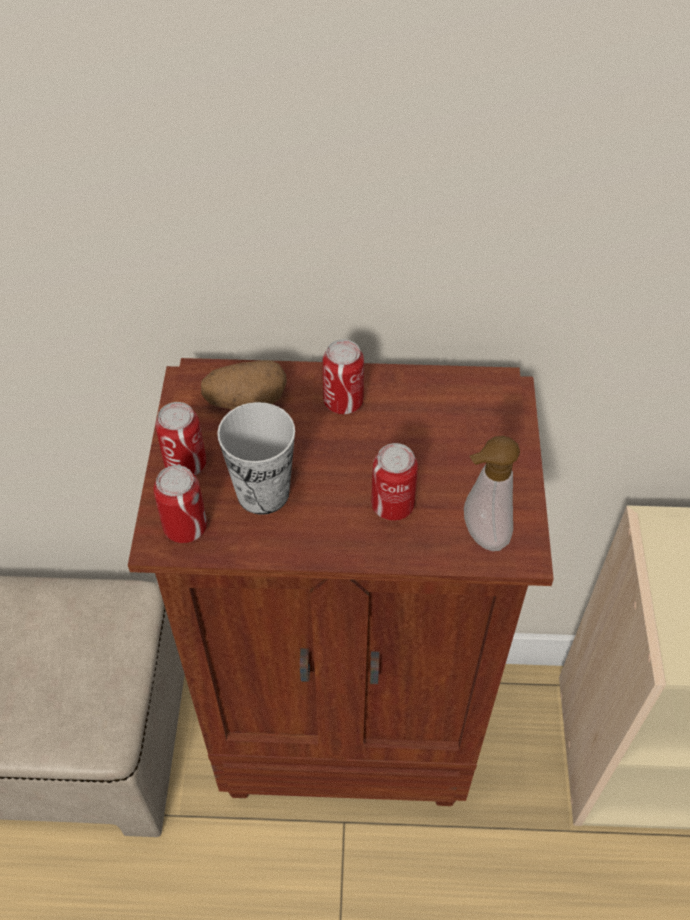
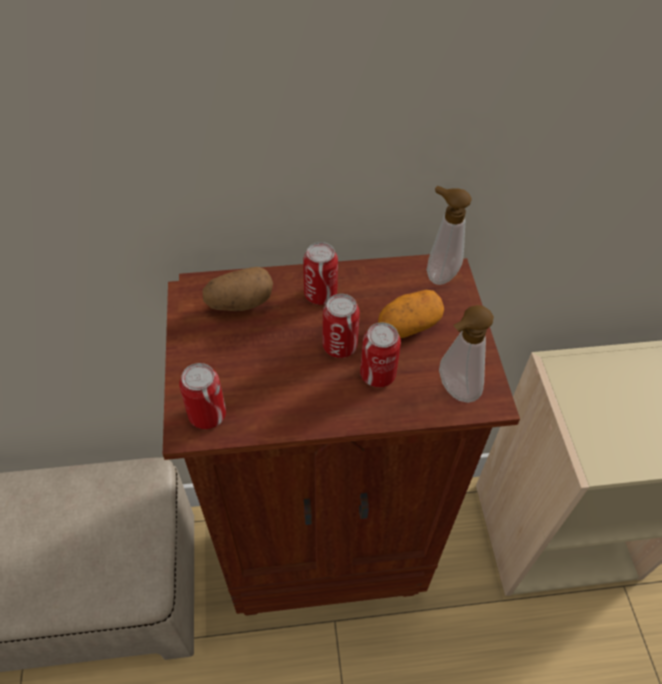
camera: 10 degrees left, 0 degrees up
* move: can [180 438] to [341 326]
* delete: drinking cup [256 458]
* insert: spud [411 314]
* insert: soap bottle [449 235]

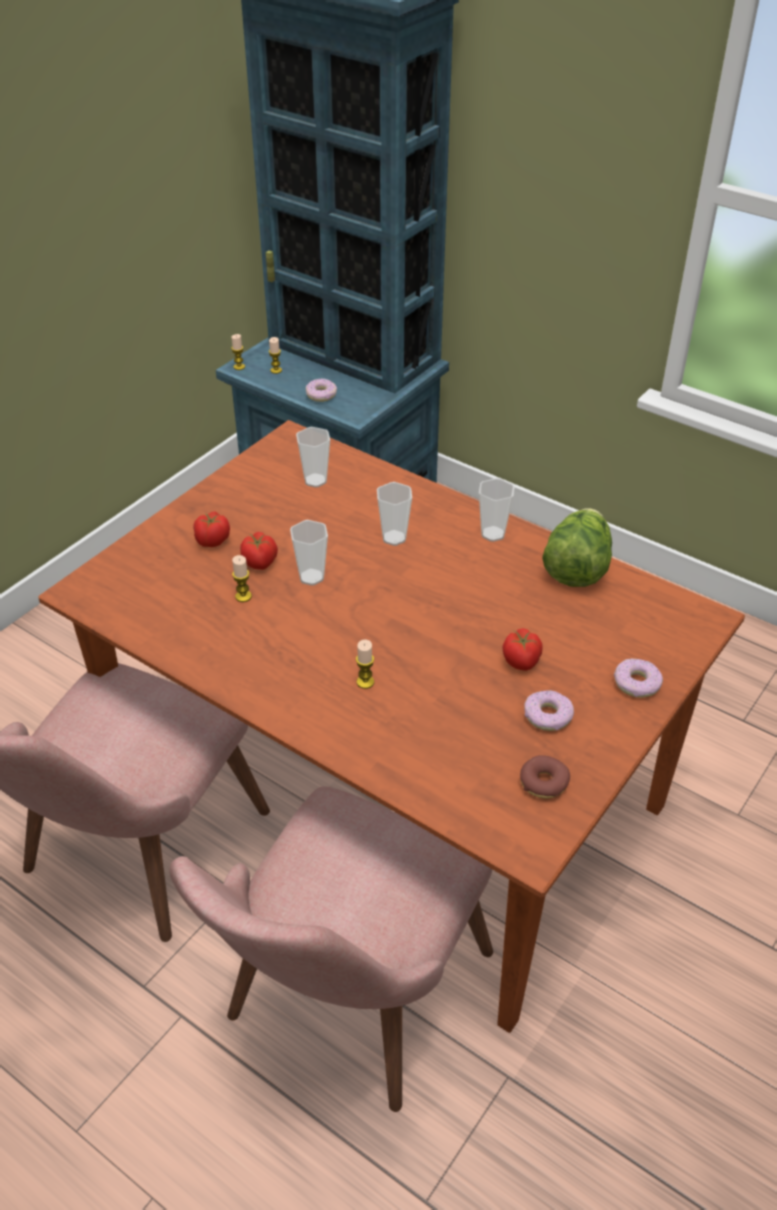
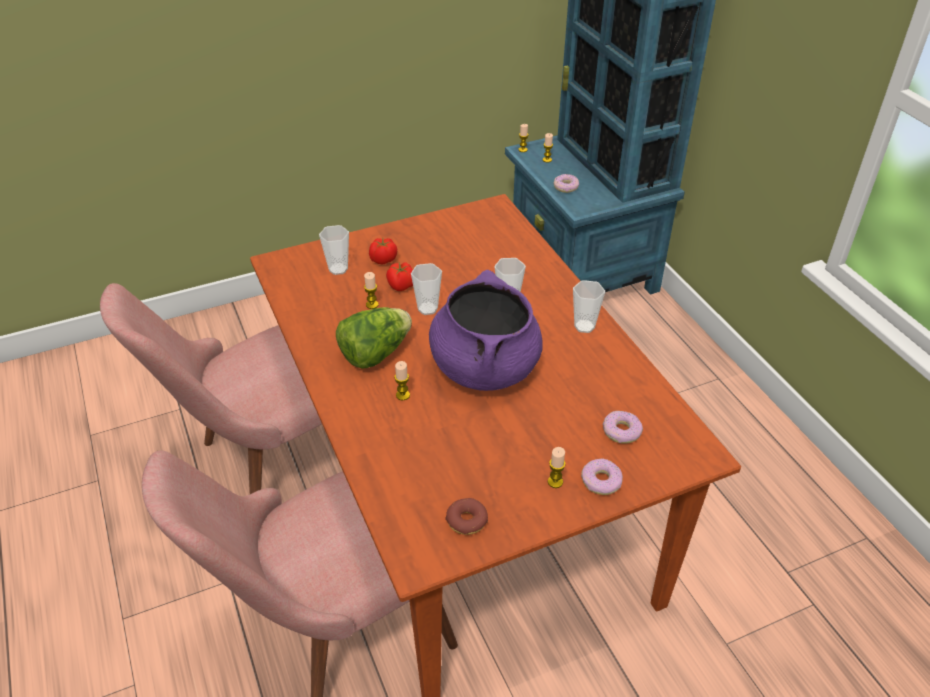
camera: 30 degrees right, 0 degrees up
* move: drinking cup [313 457] to [334 250]
* delete: tomato [522 649]
* move: ring doughnut [549 710] to [623 427]
* move: head of lettuce [577 547] to [374 338]
* insert: purplish saucepot [486 330]
* insert: candle [557 467]

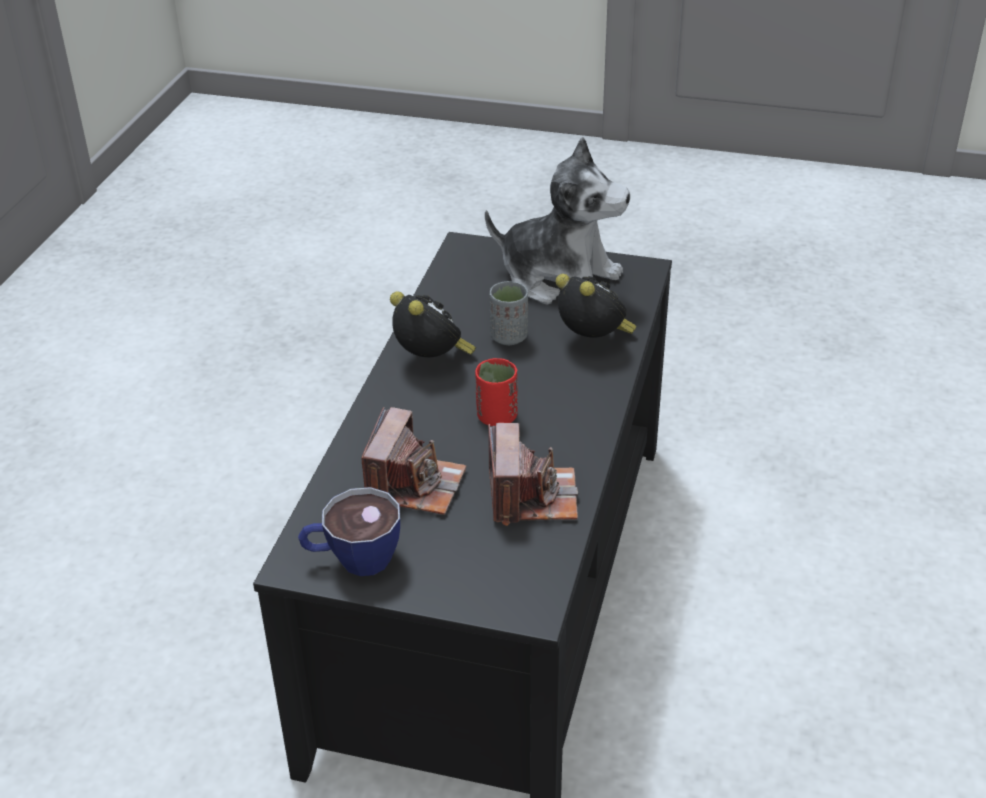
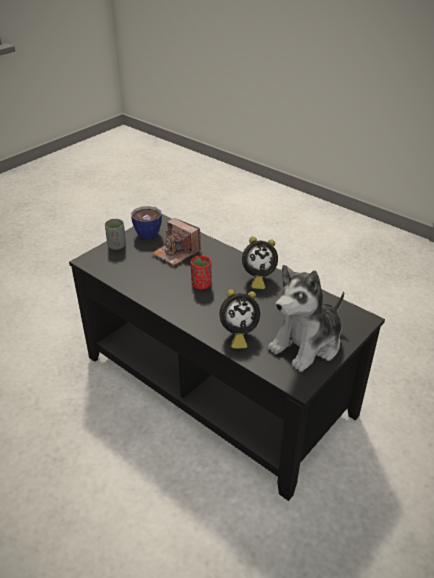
camera: 115 degrees right, 0 degrees up
* delete: photo camera [533 474]
* move: gray drinking cup [509 313] to [115 234]

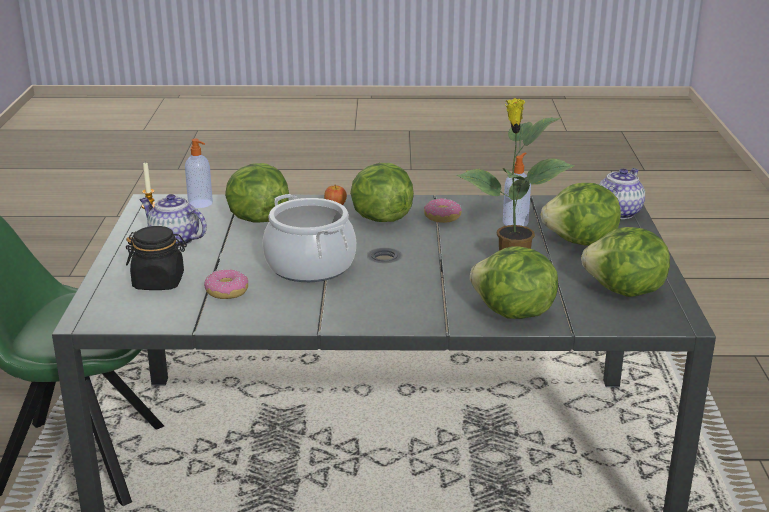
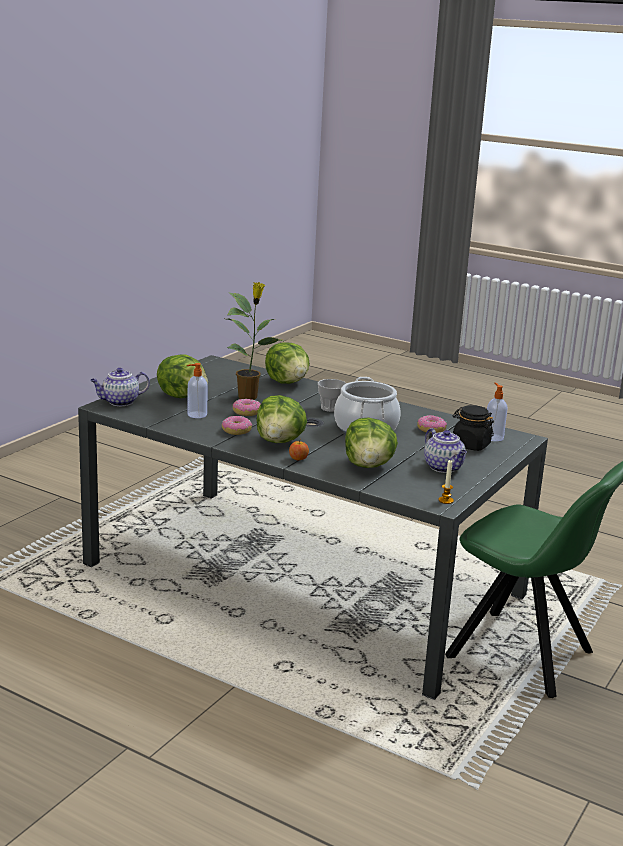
camera: 150 degrees left, 5 degrees down
* move: soap bottle [199 173] to [497 412]
* delete: head of lettuce [625 262]
* insert: ring doughnut [247 407]
* insert: drinking cup [332 395]

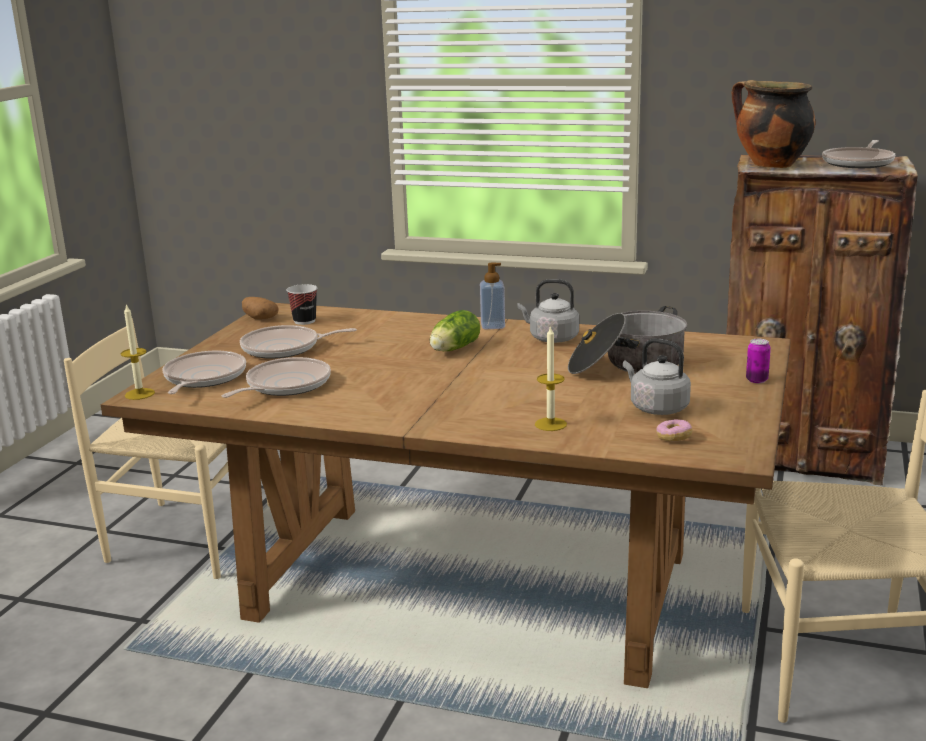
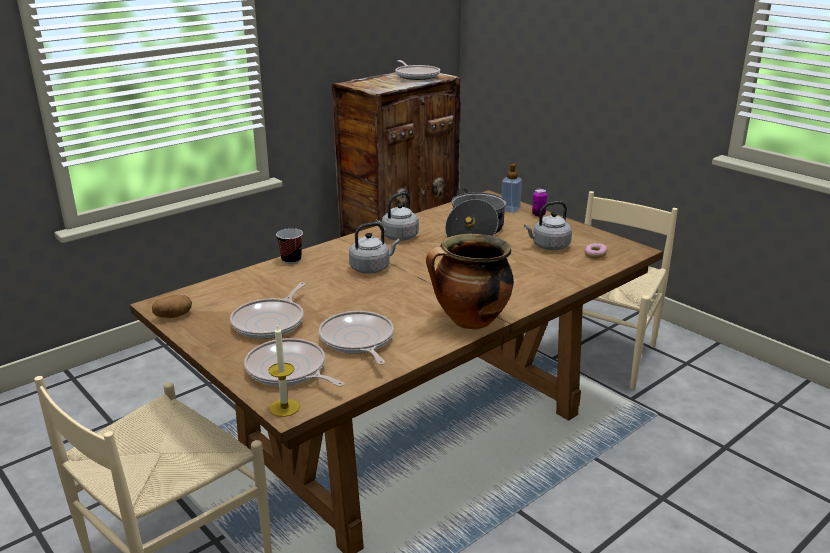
camera: 60 degrees left, 5 degrees up
* move: drinking cup [301 304] to [289 246]
* replace: head of lettuce [455 330] to gray tea kettle [374 248]
* move: soap bottle [492 296] to [511 188]
* delete: candle [551 378]
* move: saucepot [773 124] to [470 281]

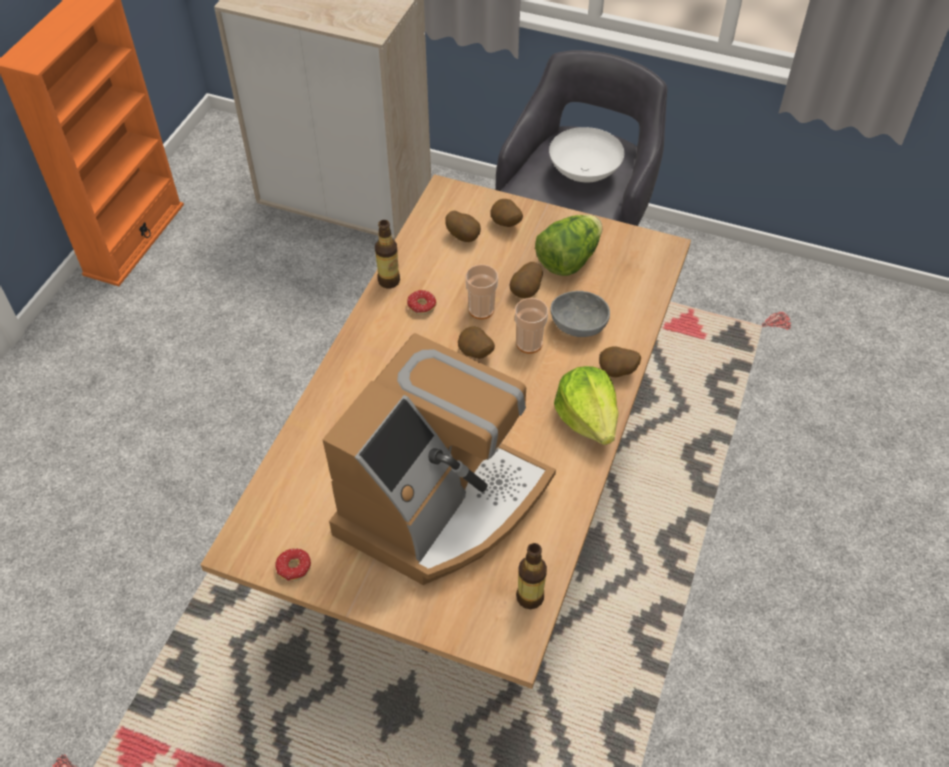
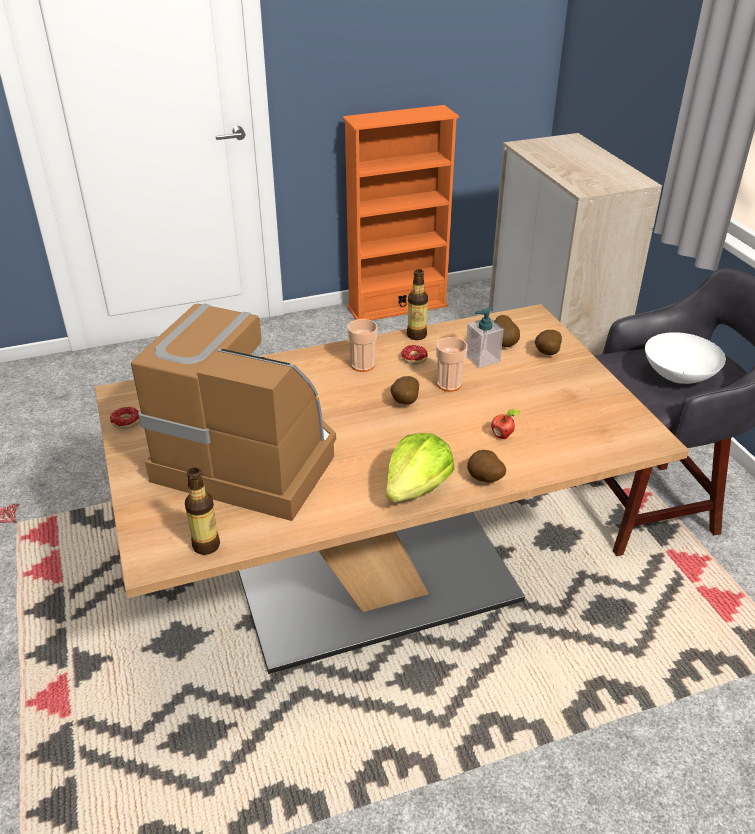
camera: 50 degrees right, 15 degrees down
* rotate: coffee machine [439 459] = [233 412] 150 degrees counterclockwise
* delete: spud [526 280]
* move: drinking cup [531 326] to [362 345]
* delete: head of lettuce [568 245]
* replace: gray serving bowl [580 314] to whole apple [505 424]
* insert: soap bottle [485 337]

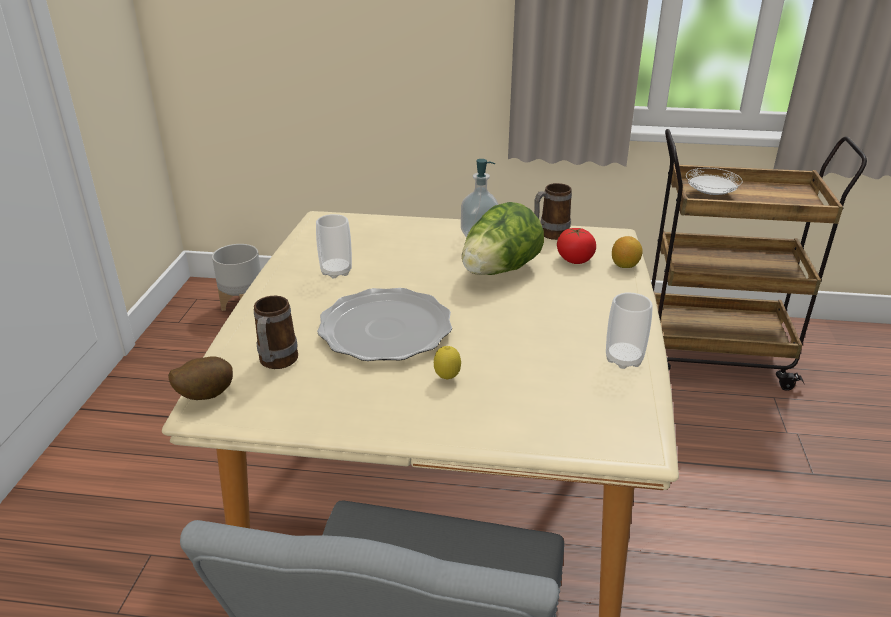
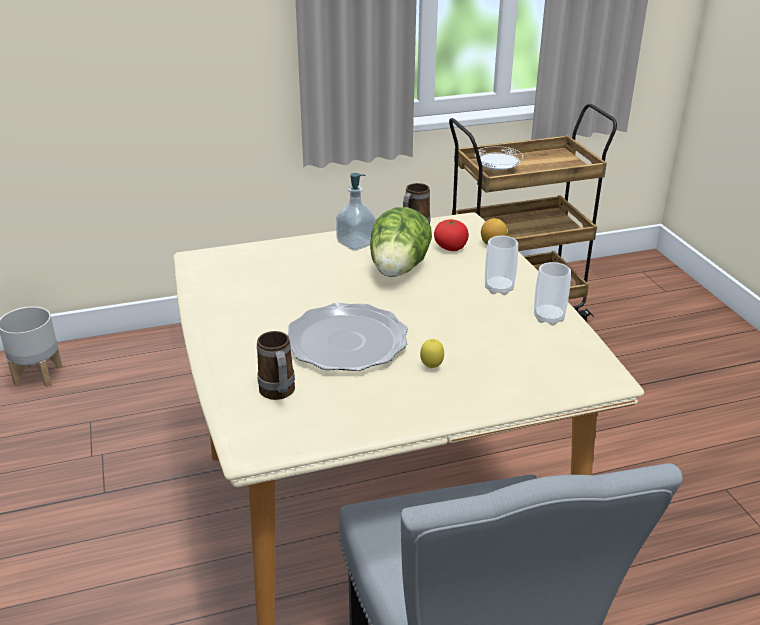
camera: 25 degrees left, 0 degrees up
* delete: spud [200 378]
* move: drinking cup [334 246] to [501 265]

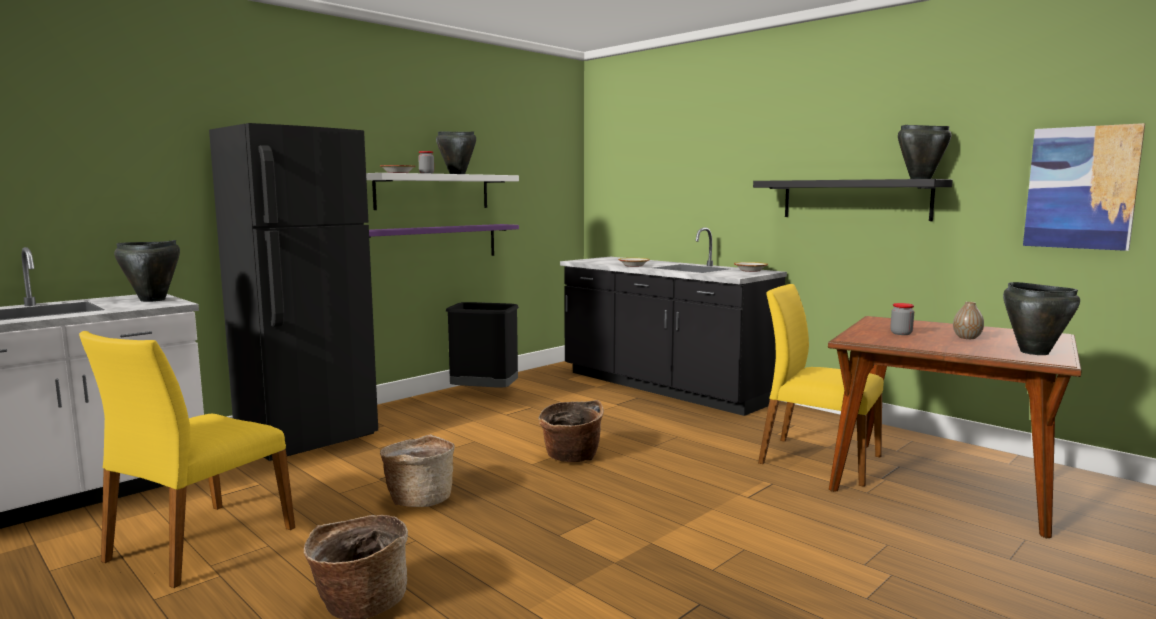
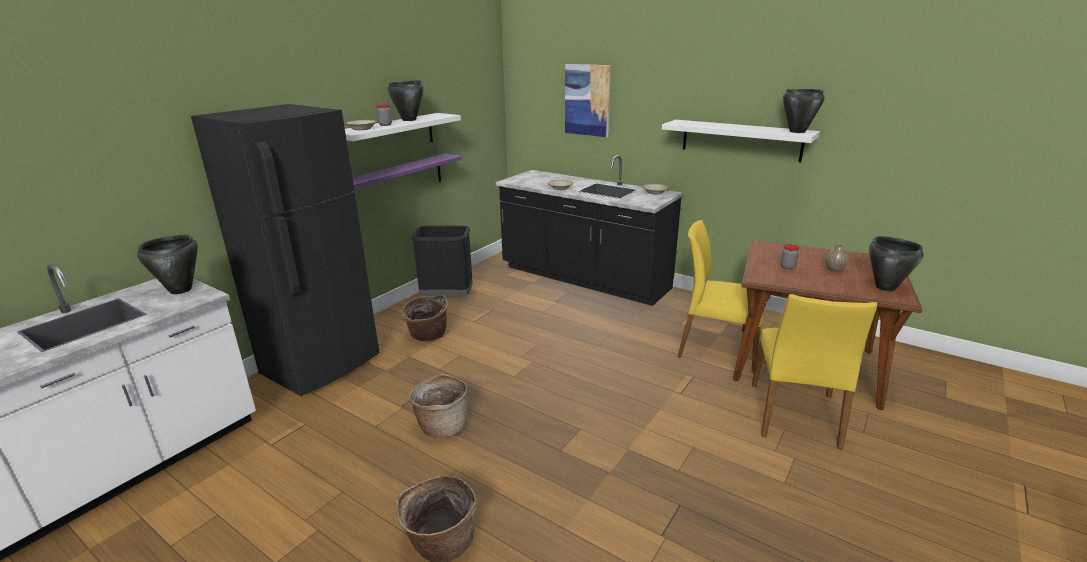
camera: 10 degrees left, 15 degrees up
* move: yellow-coloured upright chair [187 459] to [814 372]
* move: basket [571 431] to [425 318]
* recolor: blackish shelf [853 200] to white-coloured shelf [741 141]
* move: picture [1084 187] to [588 100]

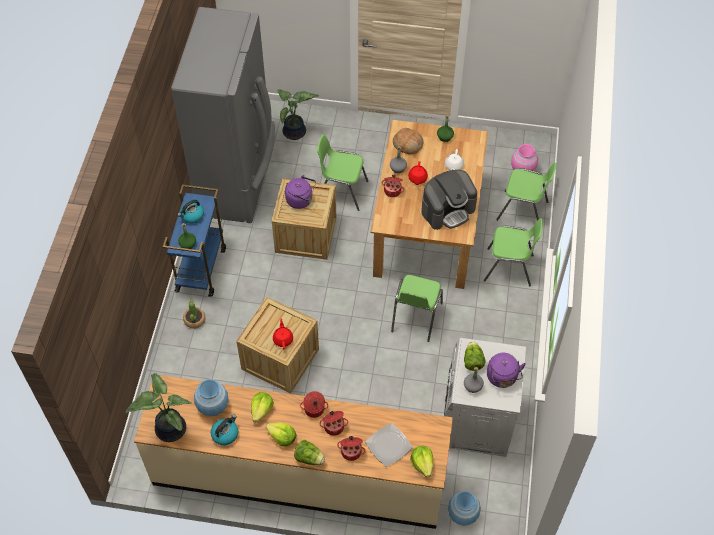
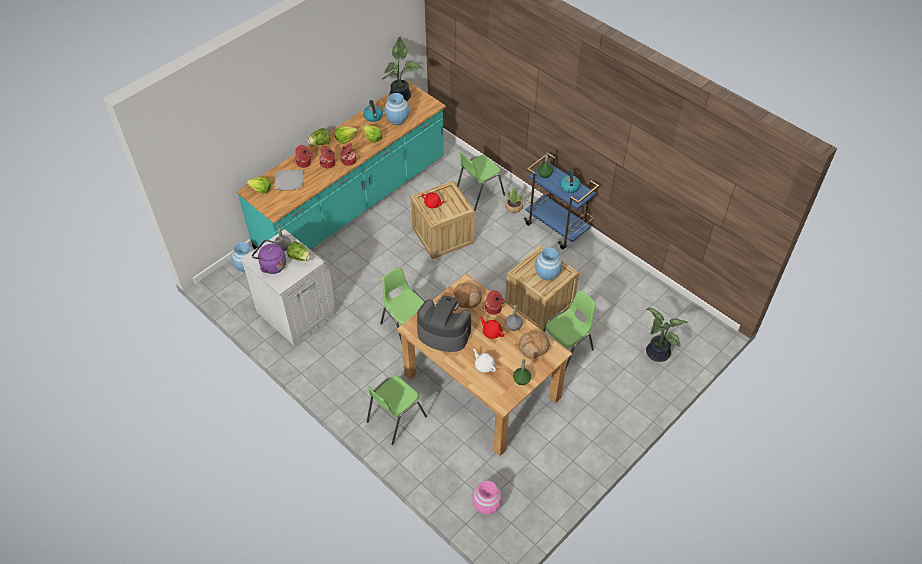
camera: 125 degrees right, 5 degrees down
* recolor: sand-coloured kitchen counter [293 452] to blue-green kitchen counter [341 165]
* delete: gray kitchen fridge [223 115]
* replace: purplish tea kettle [300 192] to blue flower vase [548 264]
* rotate: coffee machine [449 200] = [444 324] 105 degrees clockwise
* move: greenish upright chair [526 192] to [481 181]
* insert: bakery bread [467 295]

